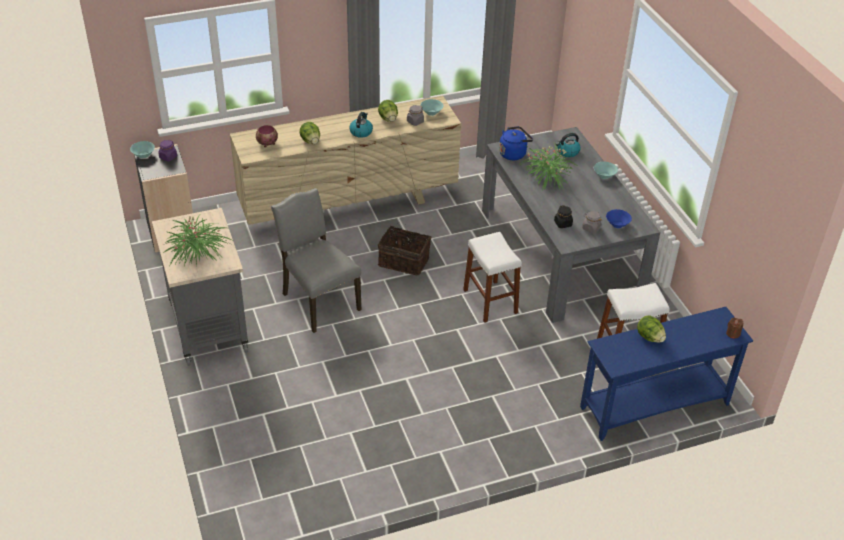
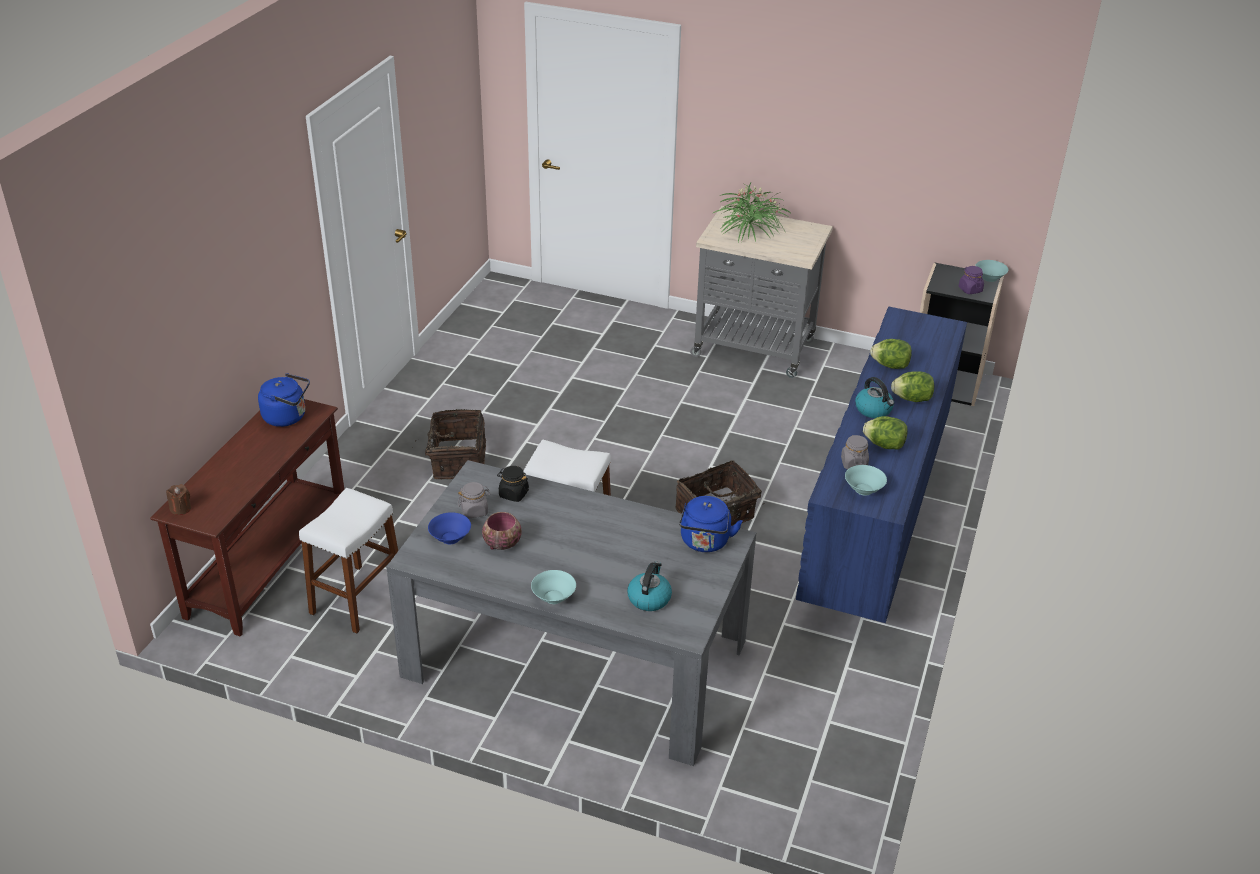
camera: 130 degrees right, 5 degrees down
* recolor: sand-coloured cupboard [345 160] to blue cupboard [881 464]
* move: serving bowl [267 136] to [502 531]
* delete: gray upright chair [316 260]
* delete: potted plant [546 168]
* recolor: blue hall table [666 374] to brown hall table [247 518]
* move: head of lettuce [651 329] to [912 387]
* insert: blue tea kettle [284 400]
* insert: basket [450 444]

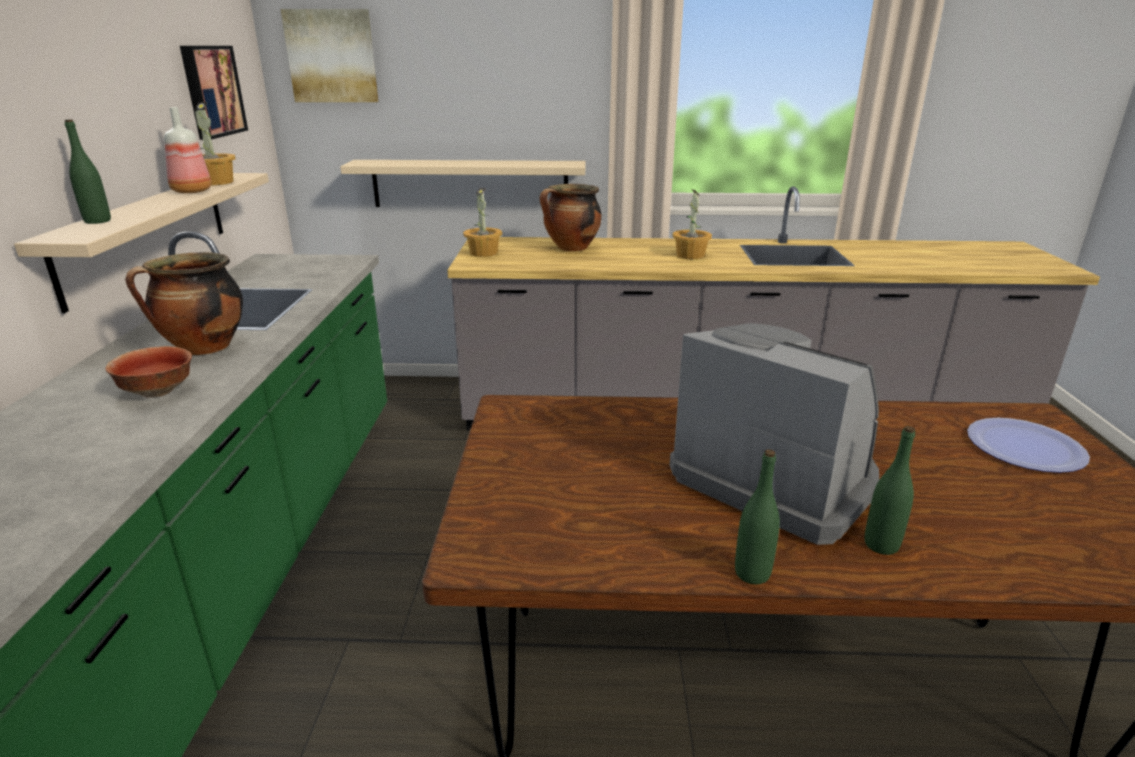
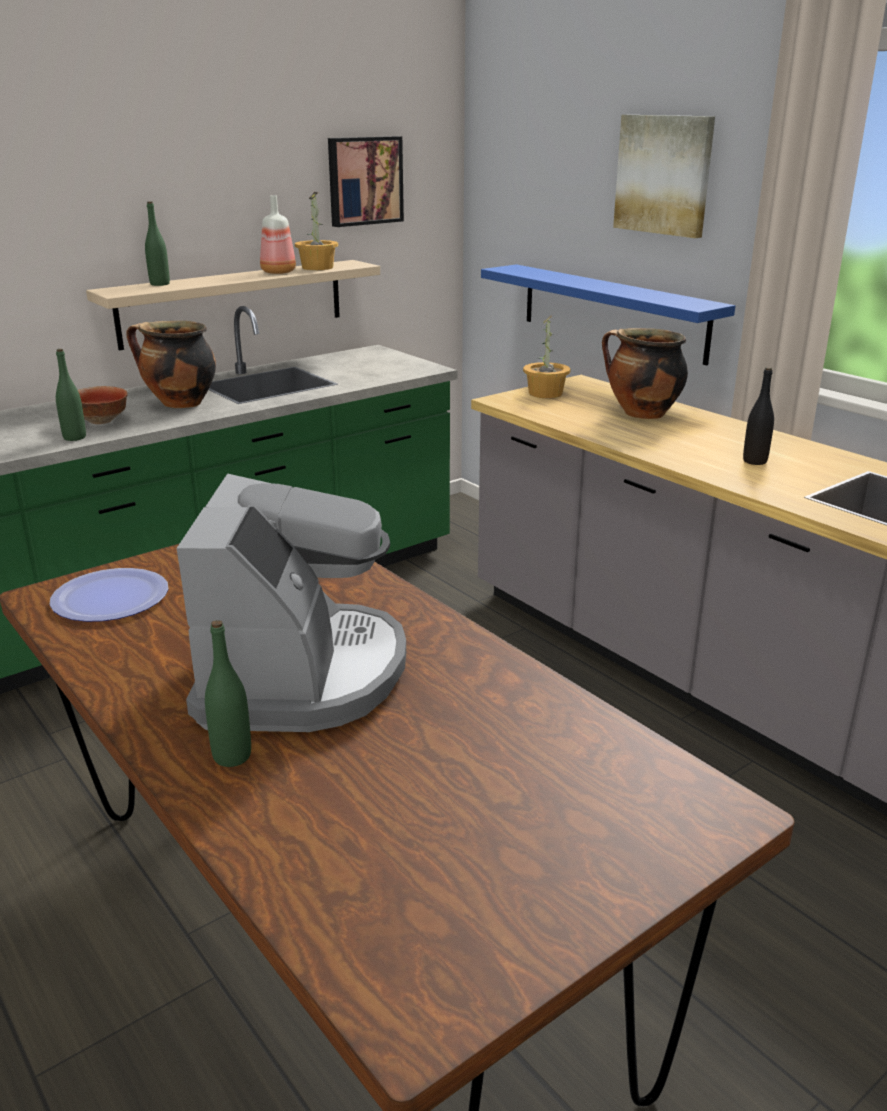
camera: 50 degrees right, 0 degrees up
* move: picture [330 55] to [664 176]
* recolor: sand-coloured shelf [463 183] to blue shelf [608 314]
* replace: potted plant [692 224] to blackish bottle [758 416]
* move: greenish bottle [757 516] to [71 395]
* move: dinner plate [1028 445] to [108 595]

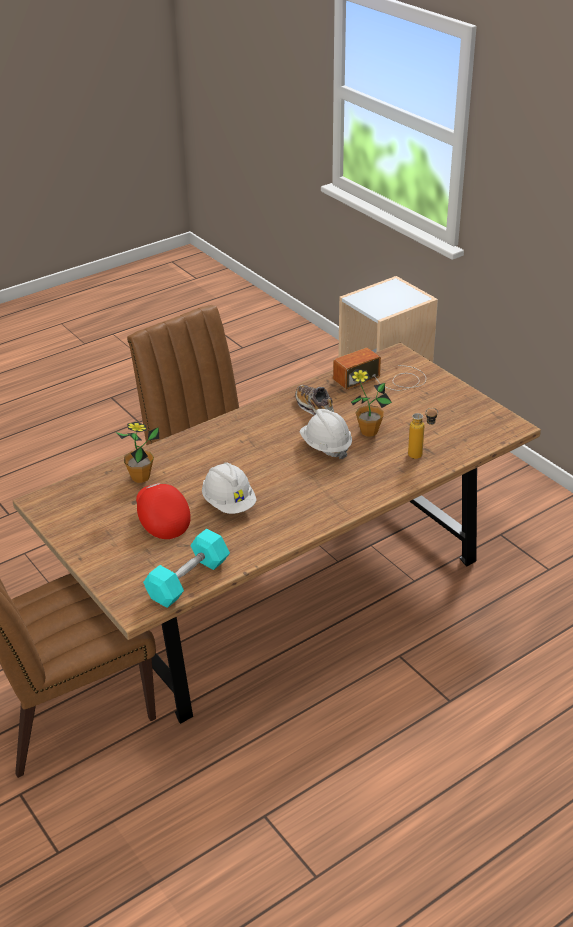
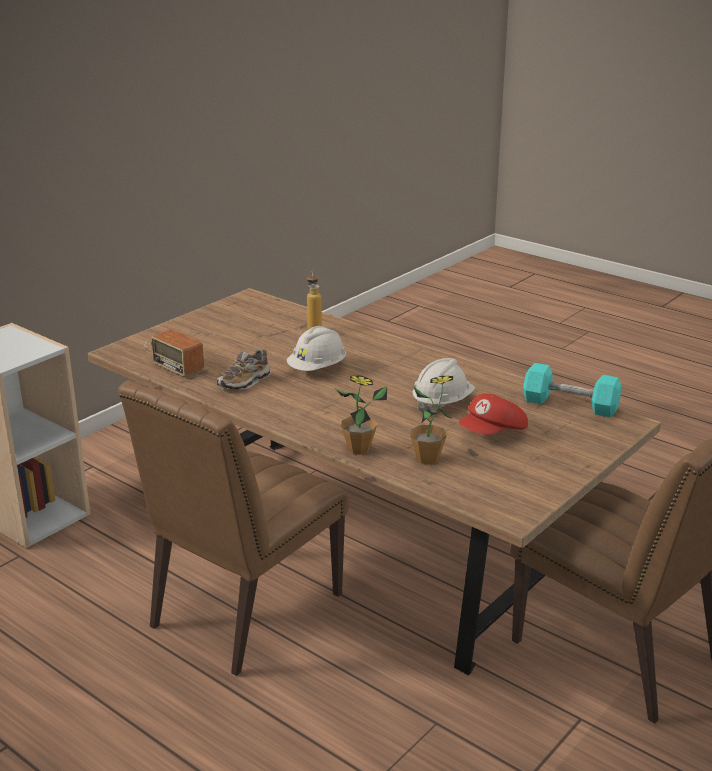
camera: 105 degrees left, 10 degrees down
* move: potted plant [371 403] to [361 415]

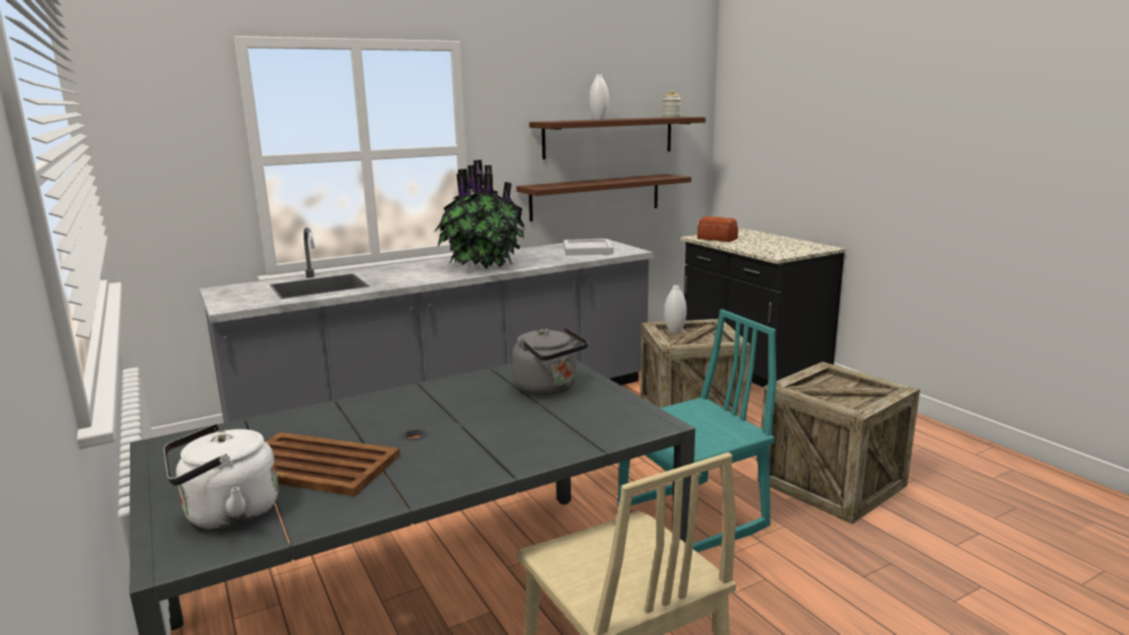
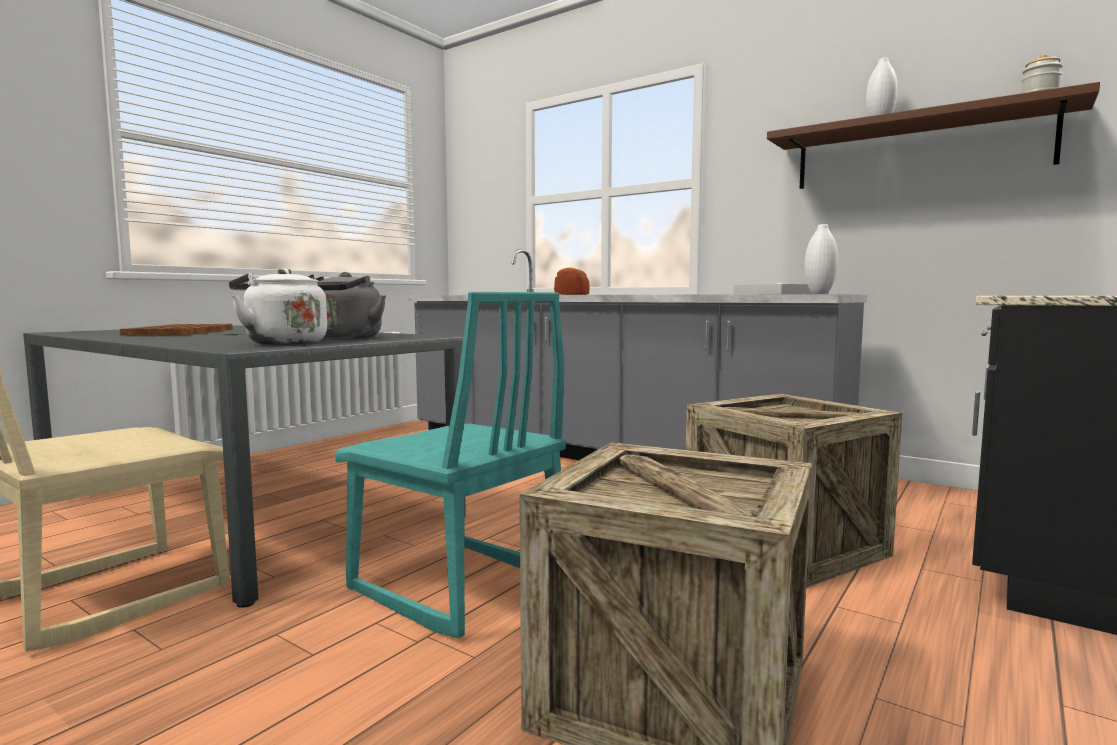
camera: 65 degrees right, 10 degrees down
* move: white-coloured tea kettle [221 477] to [278 306]
* delete: potted plant [479 214]
* delete: brown shelf [603 198]
* move: white-coloured flower vase [675 309] to [821 259]
* move: bakery bread [717 229] to [572 281]

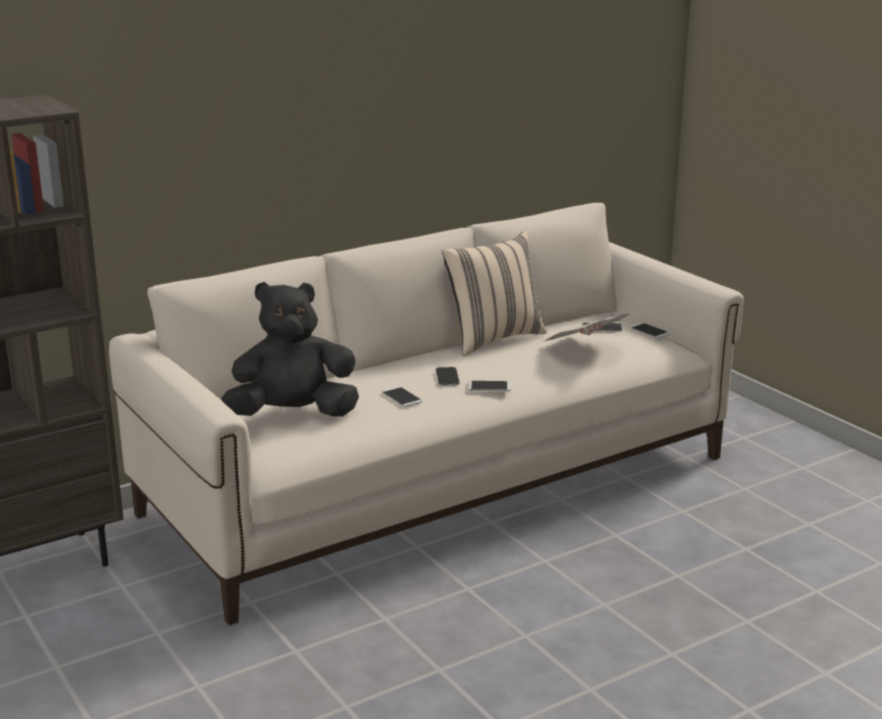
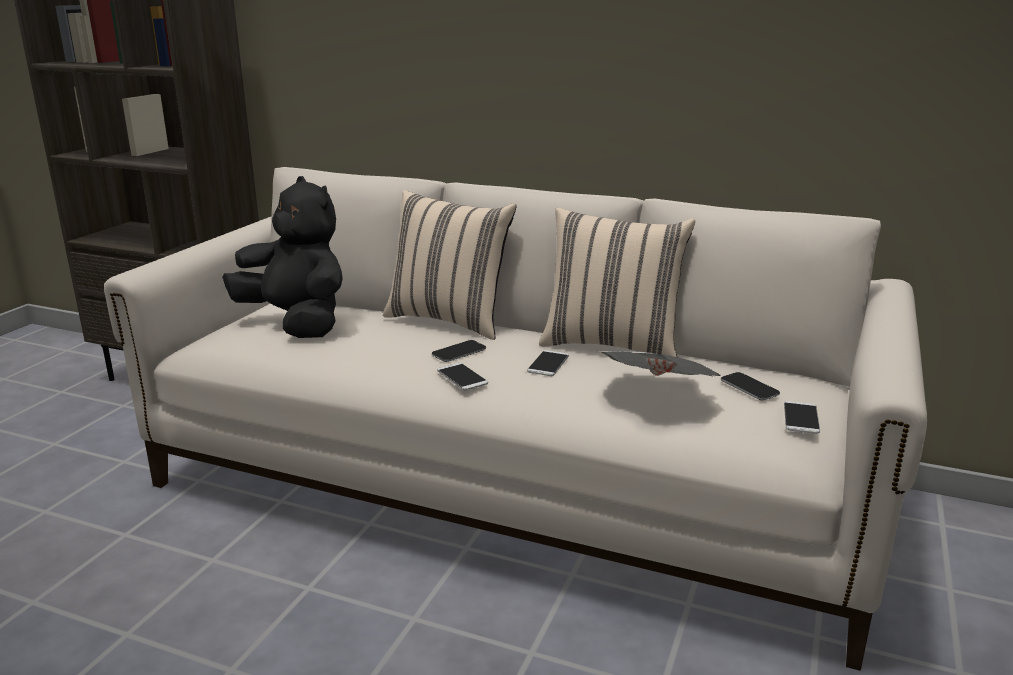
camera: 55 degrees right, 0 degrees up
* move: handset [402 396] to [548 363]
* insert: sand-coloured cushion [449 265]

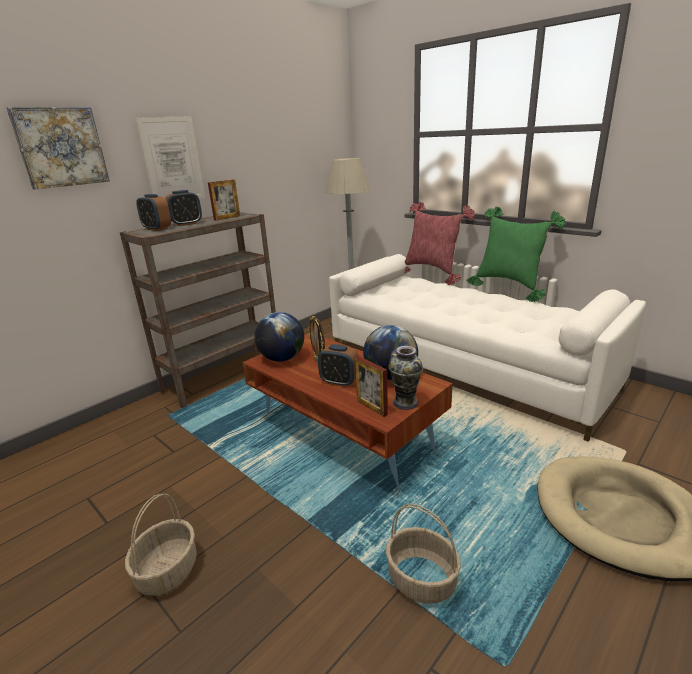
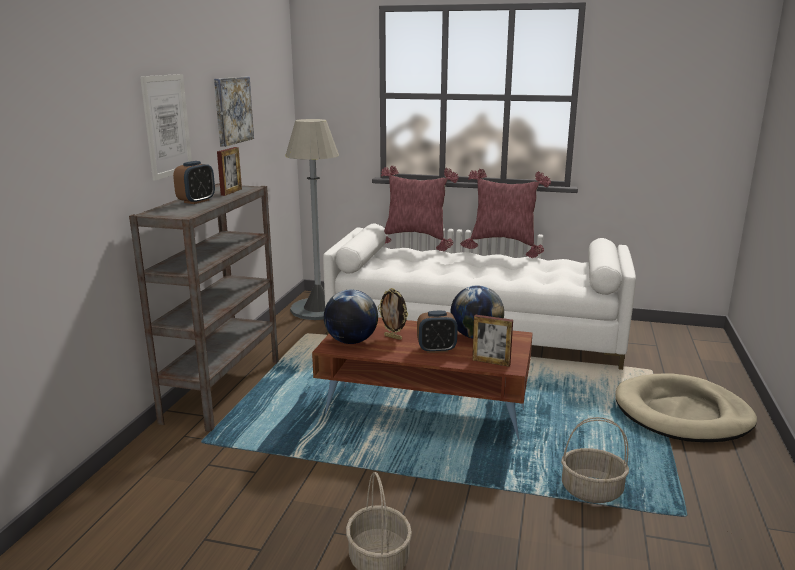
camera: 30 degrees left, 5 degrees down
* move: picture [58 148] to [234 112]
* delete: bedside clock [153 212]
* delete: flower vase [405 378]
* recolor: greenish cushion [516 255] to red cushion [505 213]

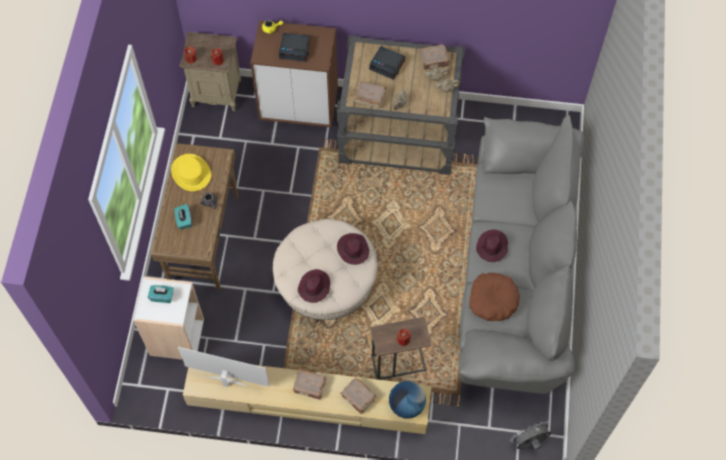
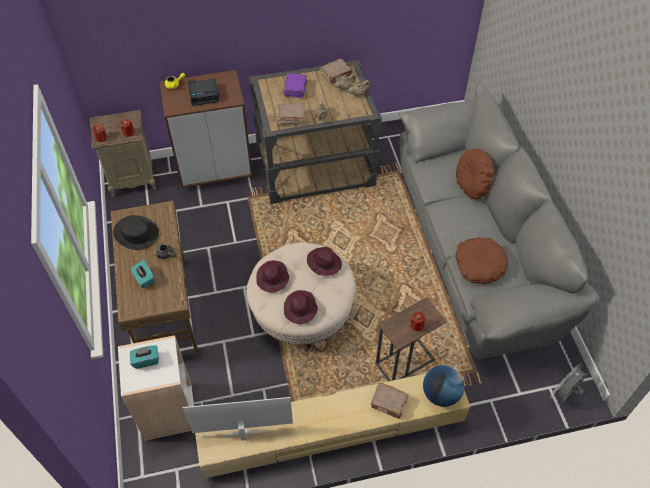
camera: 20 degrees left, 10 degrees down
* recolor: yellow-coloured wearable hat [191 172] to blackish wearable hat [136 232]
* delete: brown volume [309 385]
* replace: bedside clock [387 63] to purplish volume [295 85]
* move: purplish wearable hat [492 245] to [272 276]
* insert: brown cushion [475 174]

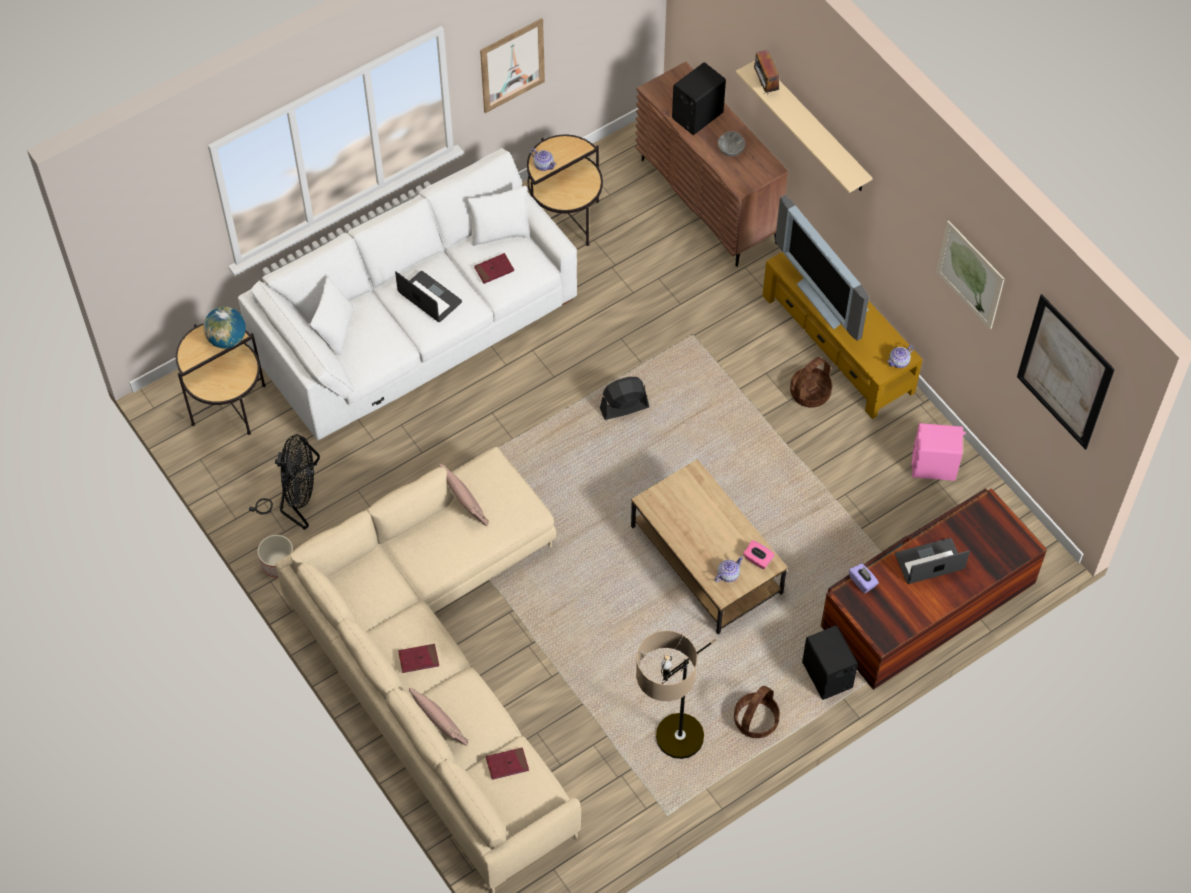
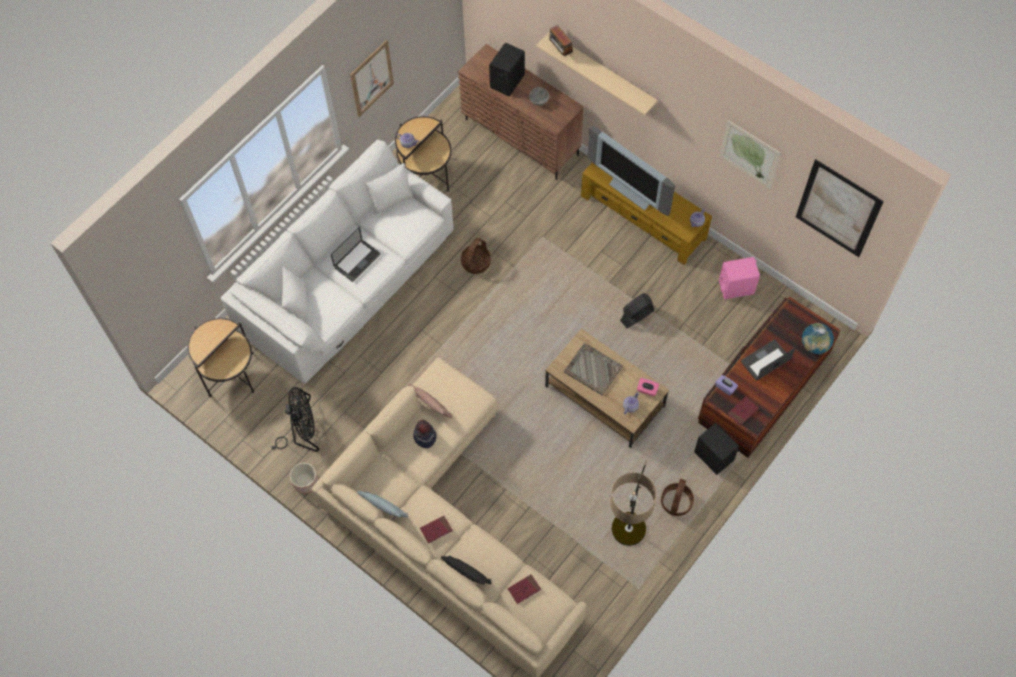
camera: 15 degrees left, 5 degrees up
* move: desk globe [224 328] to [818 338]
* rotate: notebook computer [428 296] = [355 254] 105 degrees clockwise
* recolor: sand-coloured cushion [438 717] to blackish cushion [466 570]
* move: red volume [494 268] to [743 411]
* move: blackish cooling fan [624 398] to [637 310]
* move: basket [811 382] to [476 256]
* insert: blue cushion [382 504]
* insert: wearable hat [425 434]
* insert: gray serving tray [593 369]

